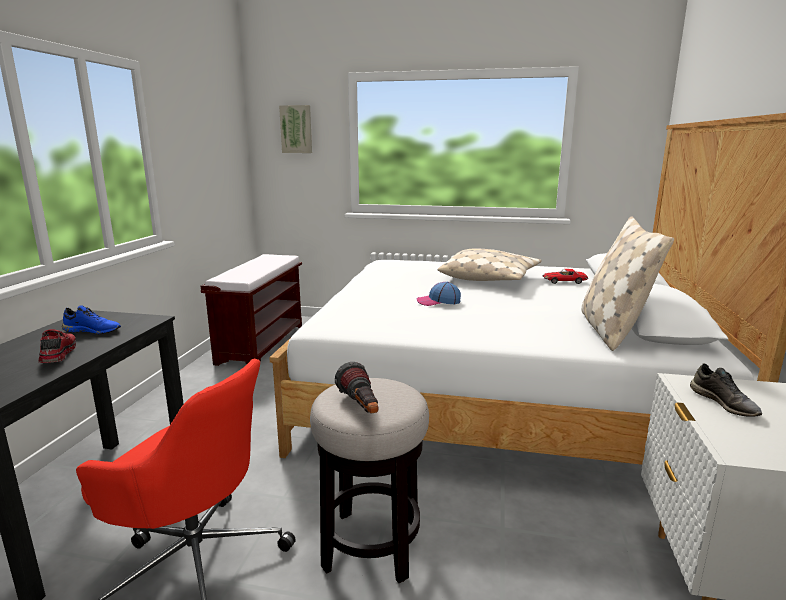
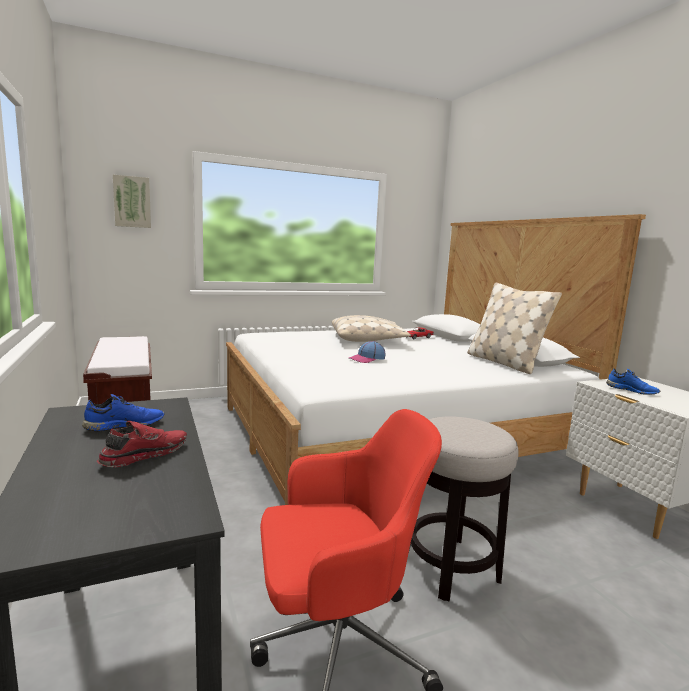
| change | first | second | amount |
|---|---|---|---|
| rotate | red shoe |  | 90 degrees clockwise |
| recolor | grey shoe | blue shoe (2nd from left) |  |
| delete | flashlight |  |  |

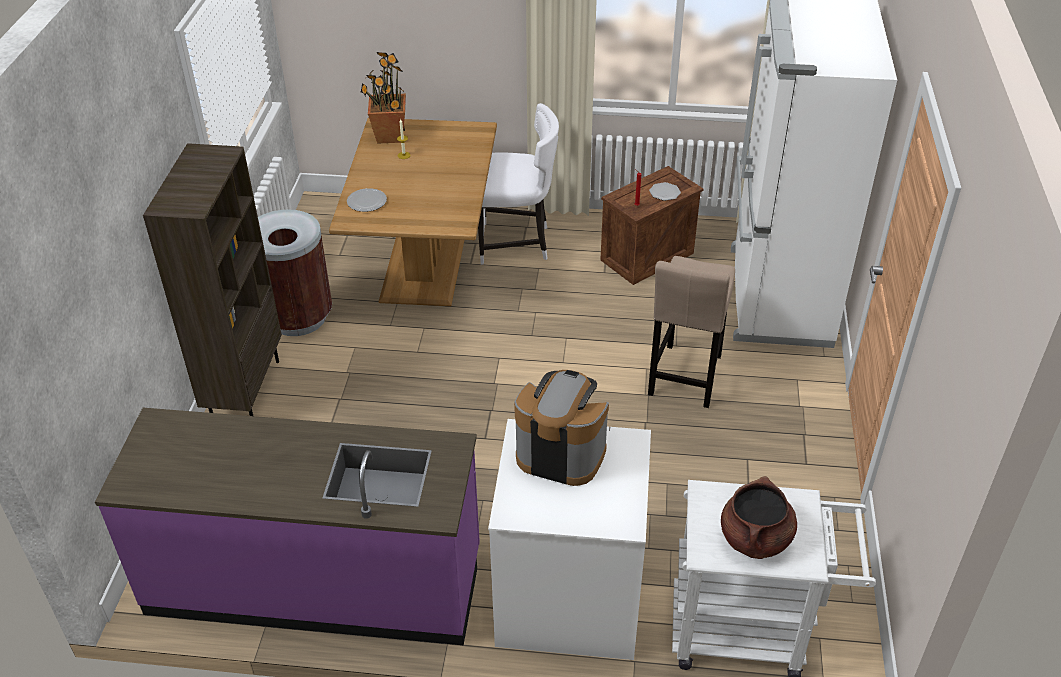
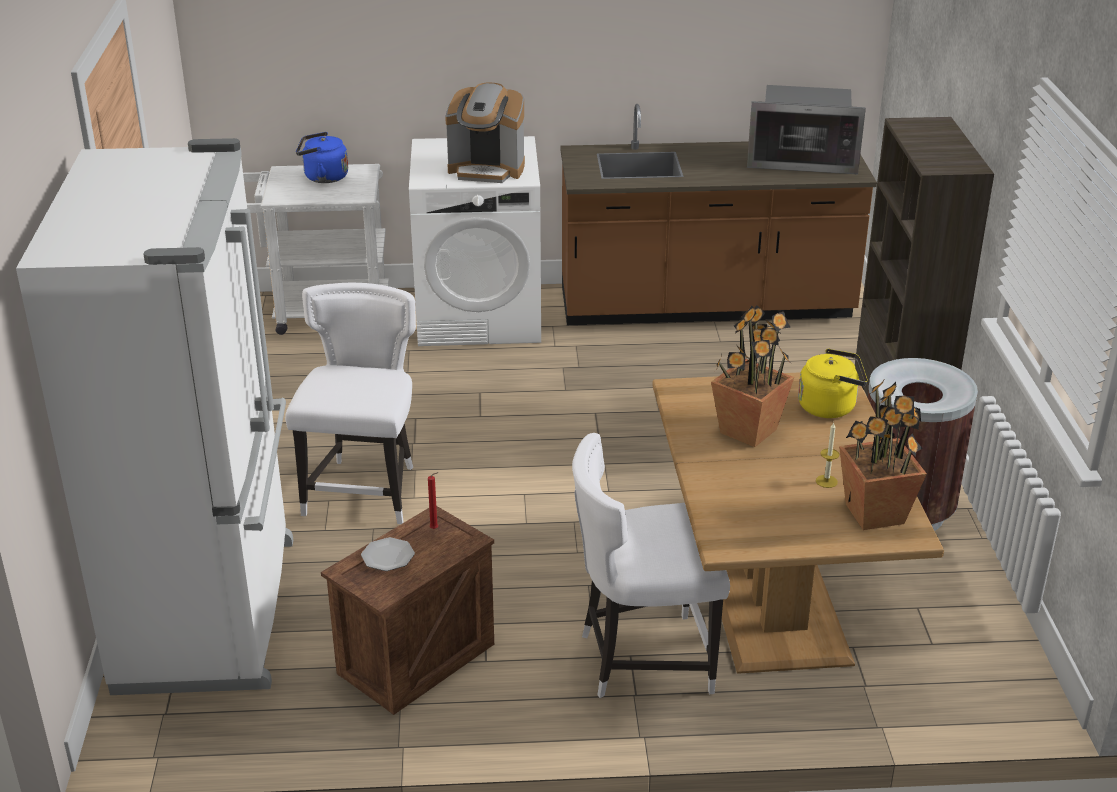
| change | first | second | amount |
|---|---|---|---|
| replace | beige stool | white chair (1st from left) |  |
| replace | brown cooking pot | blue kettle |  |
| recolor | purple counter | brown counter |  |
| insert |  | potted plant (1st from left) |  |
| insert |  | microwave |  |
| replace | plate (1st from left) | yellow kettle |  |

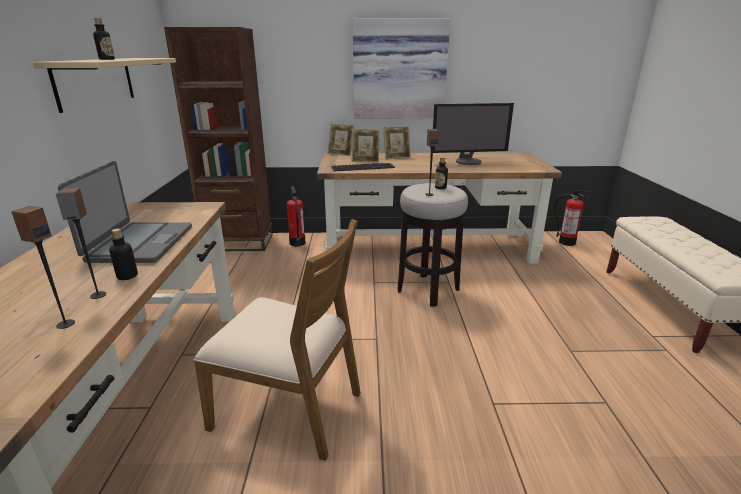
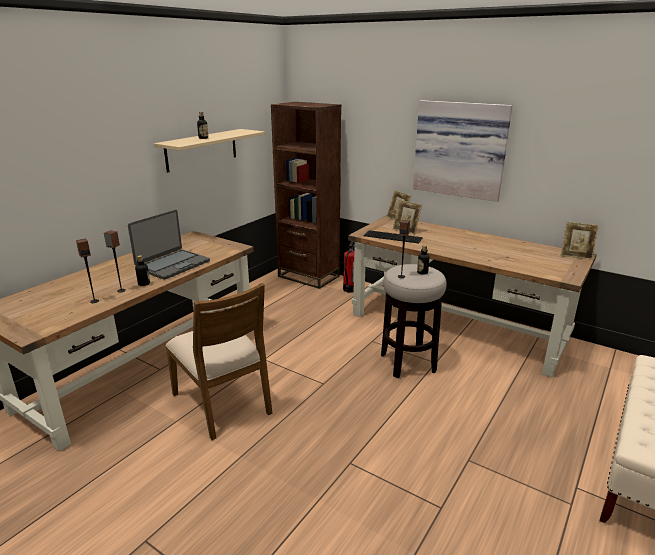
| change | first | second | amount |
|---|---|---|---|
| move | picture frame (3rd from left) |  |  |
| delete | monitor |  |  |
| delete | fire extinguisher (2nd from left) |  |  |

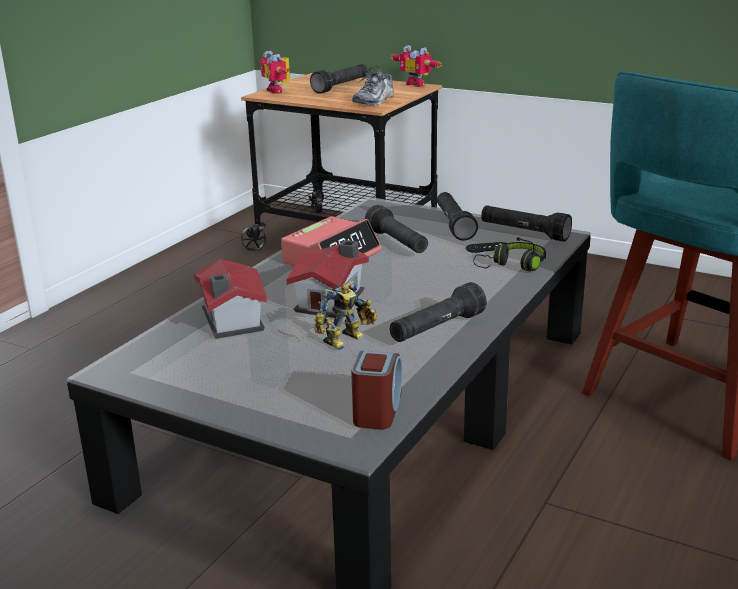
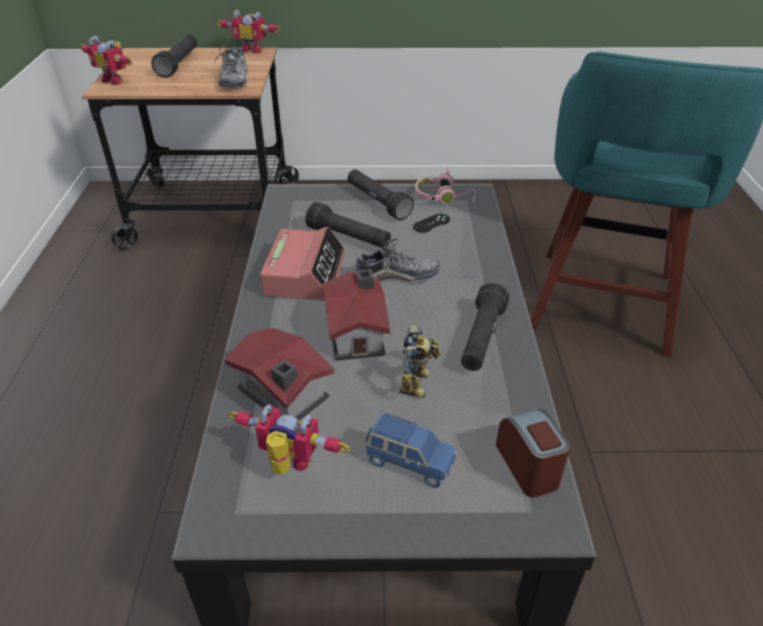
| change | first | second | amount |
|---|---|---|---|
| insert |  | toy robot (3rd from left) |  |
| insert |  | shoe (2nd from left) |  |
| insert |  | blue toy car |  |
| replace | black flashlight (5th from left) | pink headphones |  |
| delete | black headphones |  |  |

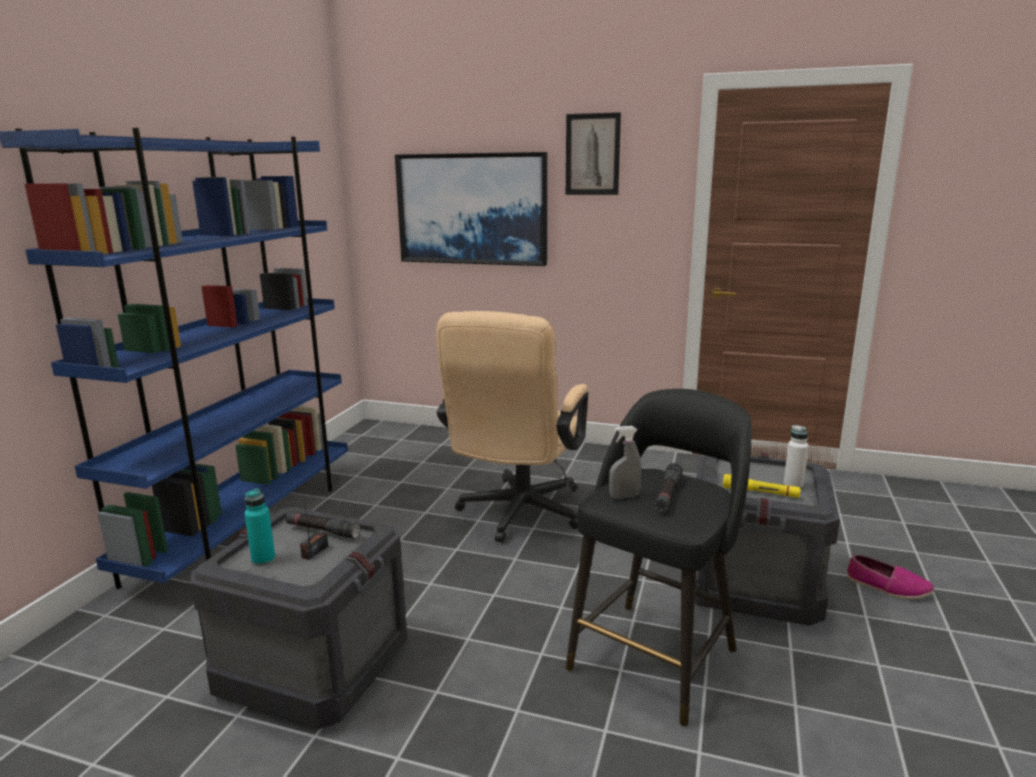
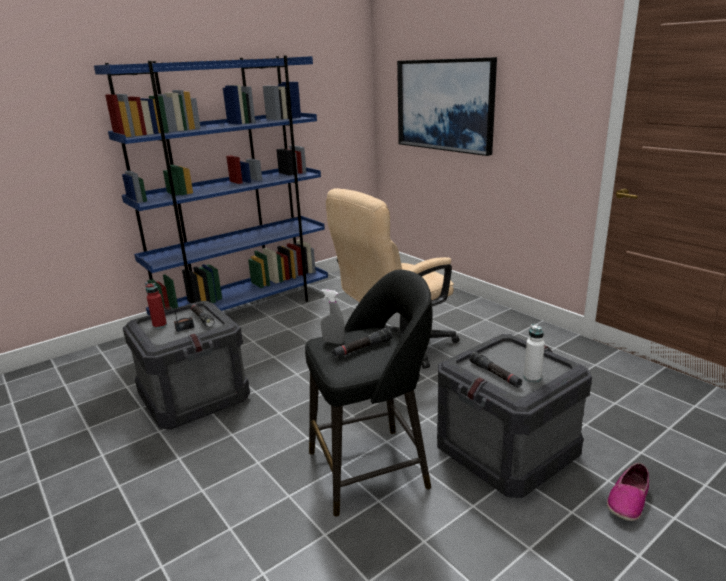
| change | first | second | amount |
|---|---|---|---|
| recolor | turquoise bottle | red bottle |  |
| recolor | yellow flashlight | black flashlight (3rd from left) |  |
| rotate | shoe |  | 60 degrees clockwise |
| delete | picture (2nd from left) |  |  |

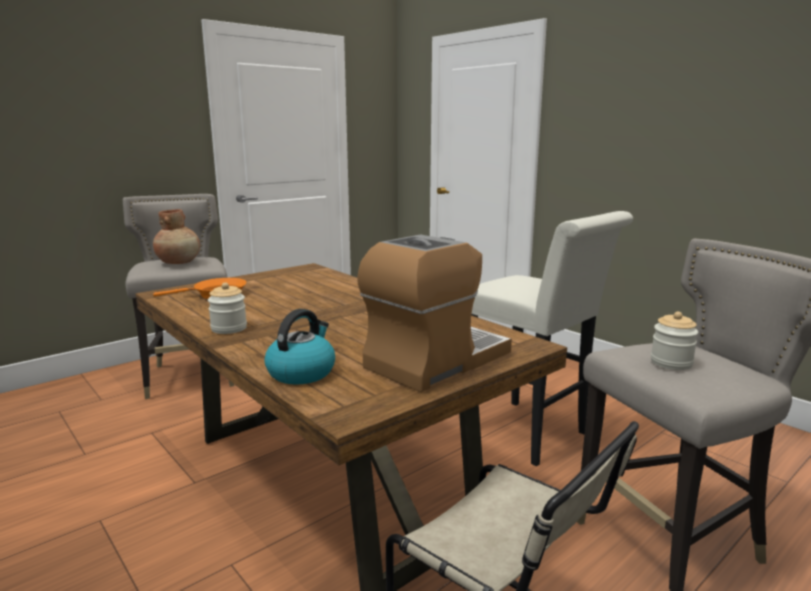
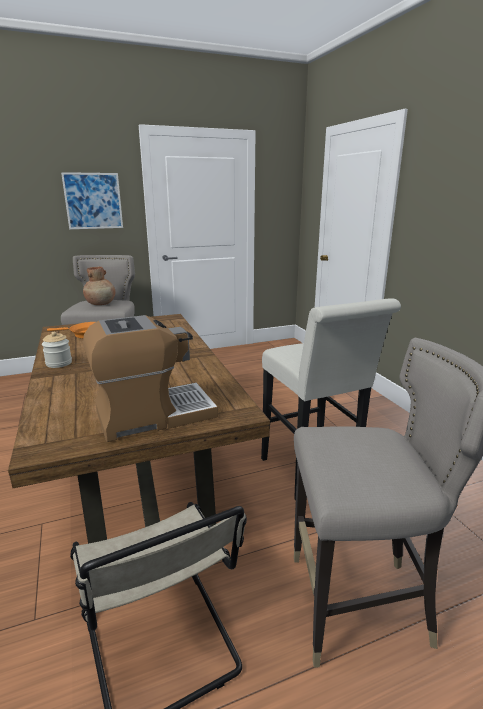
| change | first | second | amount |
|---|---|---|---|
| insert |  | picture |  |
| delete | kettle |  |  |
| delete | jar (2nd from left) |  |  |

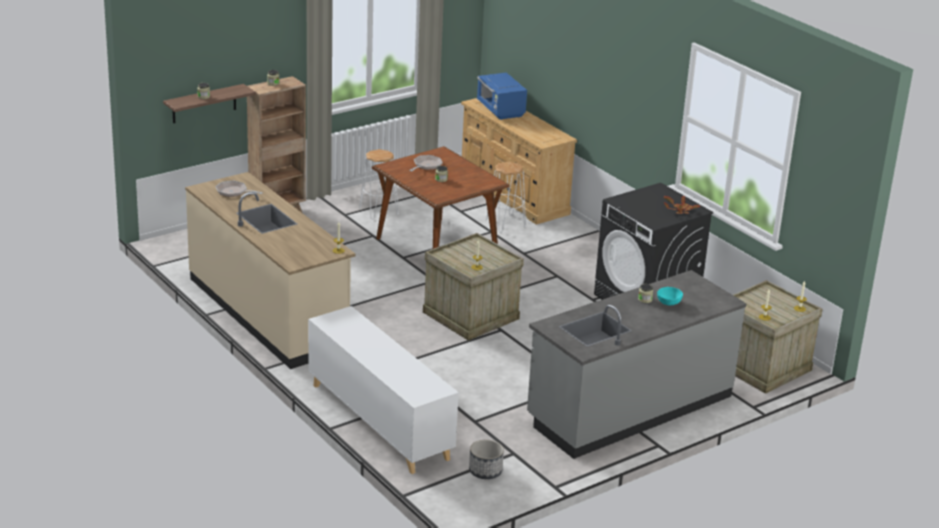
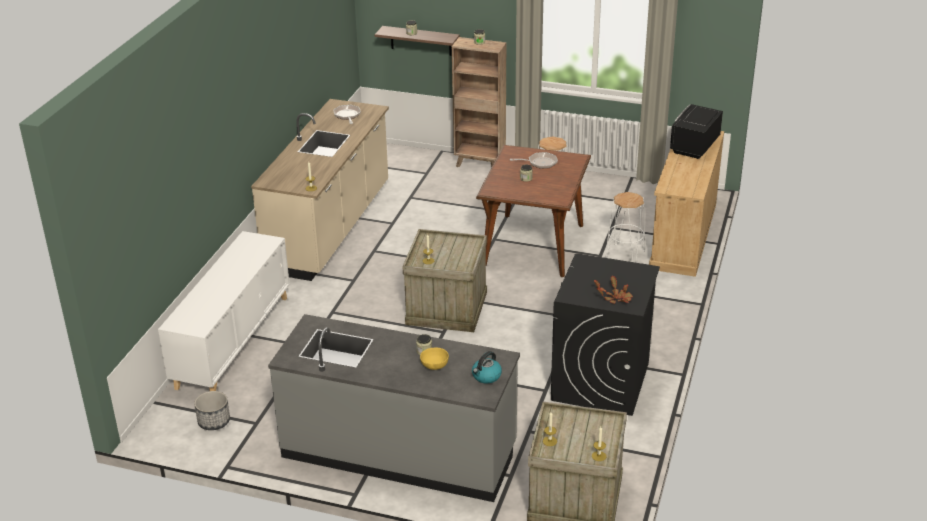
| change | first | second | amount |
|---|---|---|---|
| recolor | turquoise bowl | yellow bowl |  |
| insert |  | kettle |  |
| recolor | blue microwave | black microwave |  |

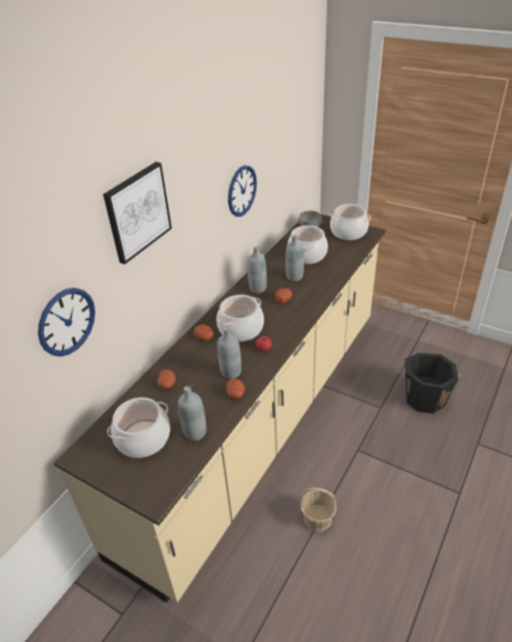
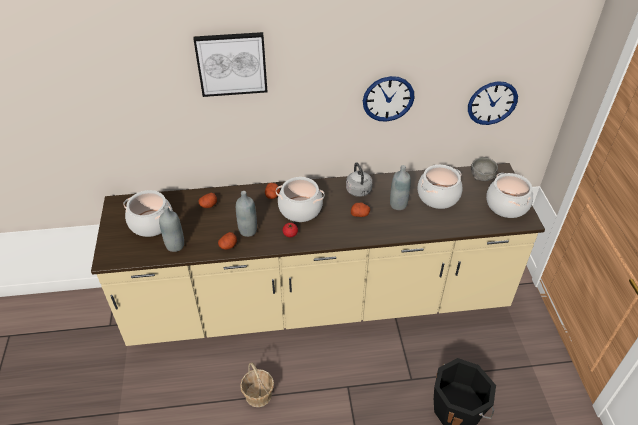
| change | first | second | amount |
|---|---|---|---|
| replace | grey bottle (3rd from left) | grey kettle |  |
| move | wall clock (1st from left in the first image) | wall clock (2nd from left) |  |

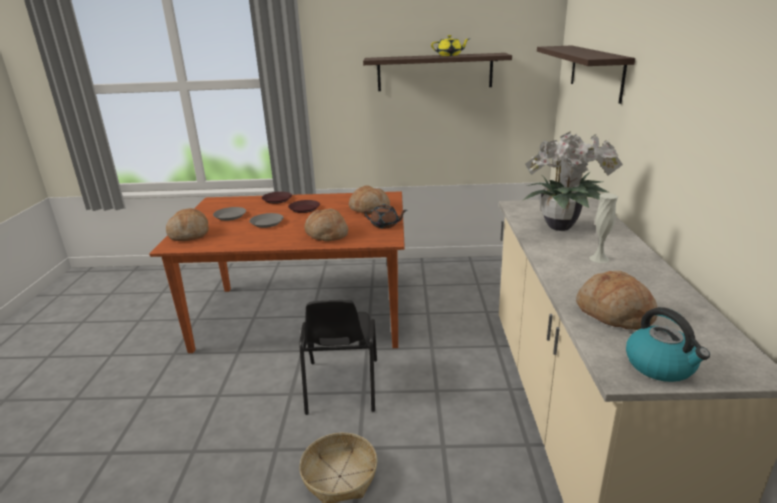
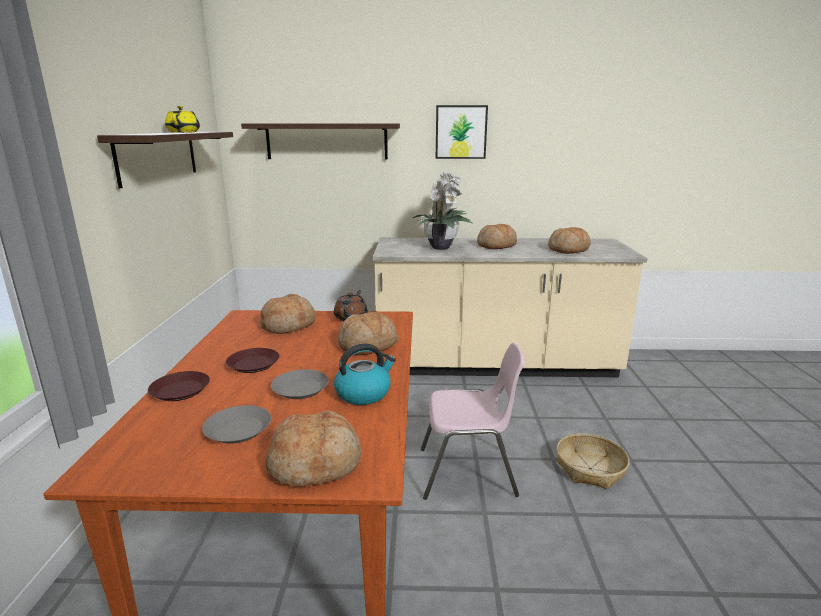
| change | first | second | amount |
|---|---|---|---|
| move | kettle |  |  |
| recolor | black chair | pink chair |  |
| insert |  | picture |  |
| replace | white vase | bread (4th from left) |  |

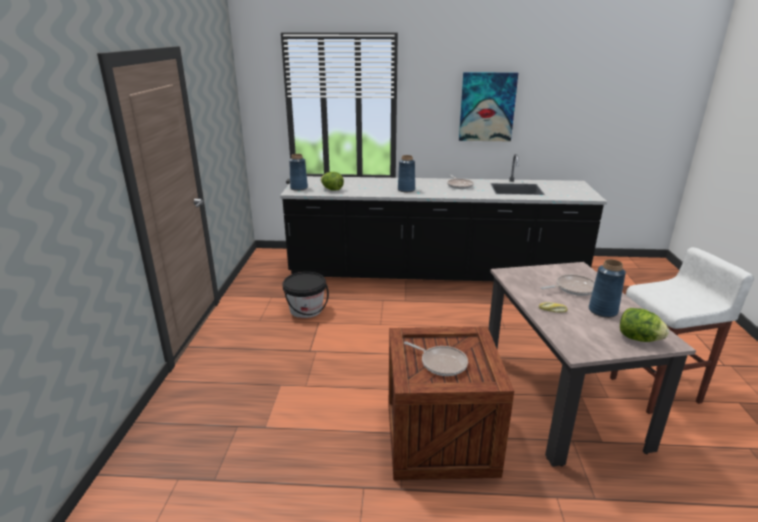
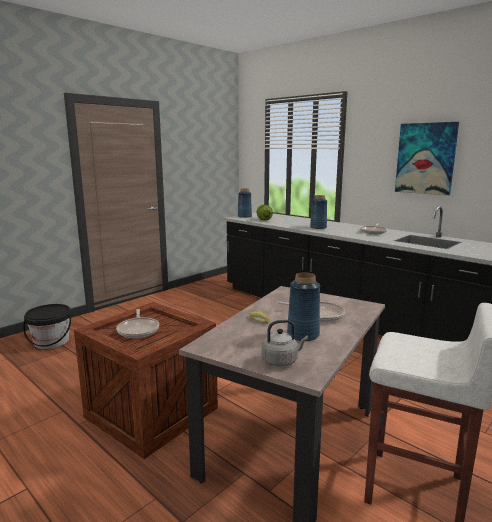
| change | first | second | amount |
|---|---|---|---|
| move | black bucket |  |  |
| replace | lettuce (2nd from left) | grey kettle |  |

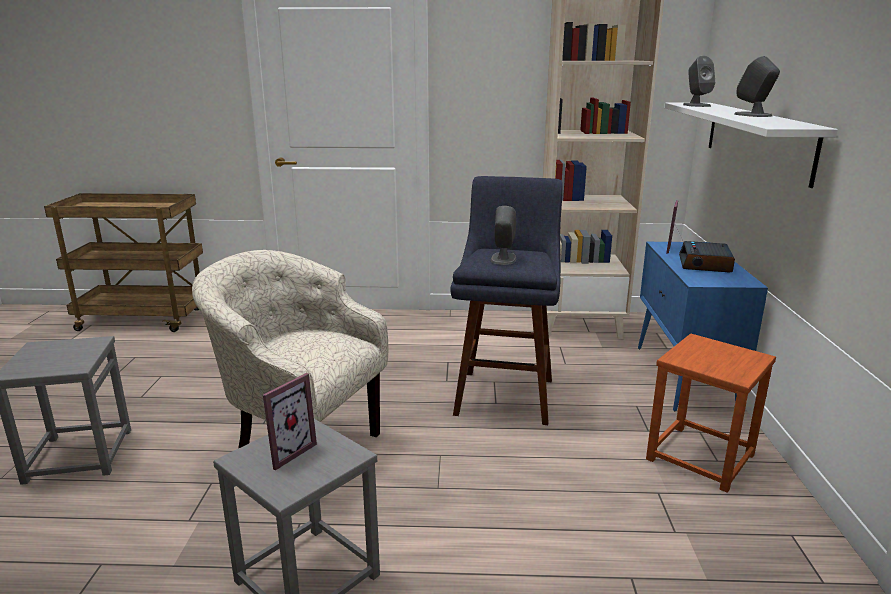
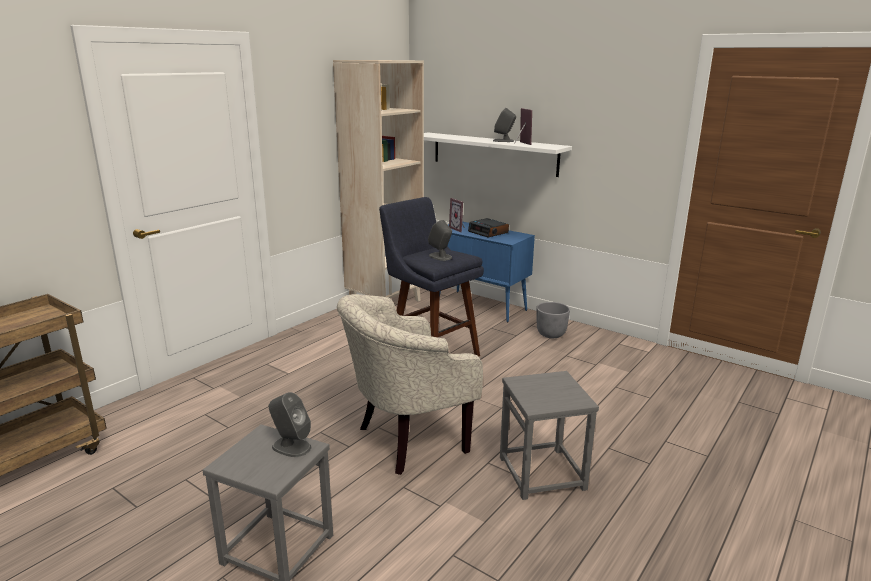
| change | first | second | amount |
|---|---|---|---|
| move | grey speaker (2nd from left in the first image) | grey speaker (1st from left) |  |
| move | picture frame (1st from left in the first image) | picture frame (2nd from left) |  |
| replace | brown stool | grey planter |  |

